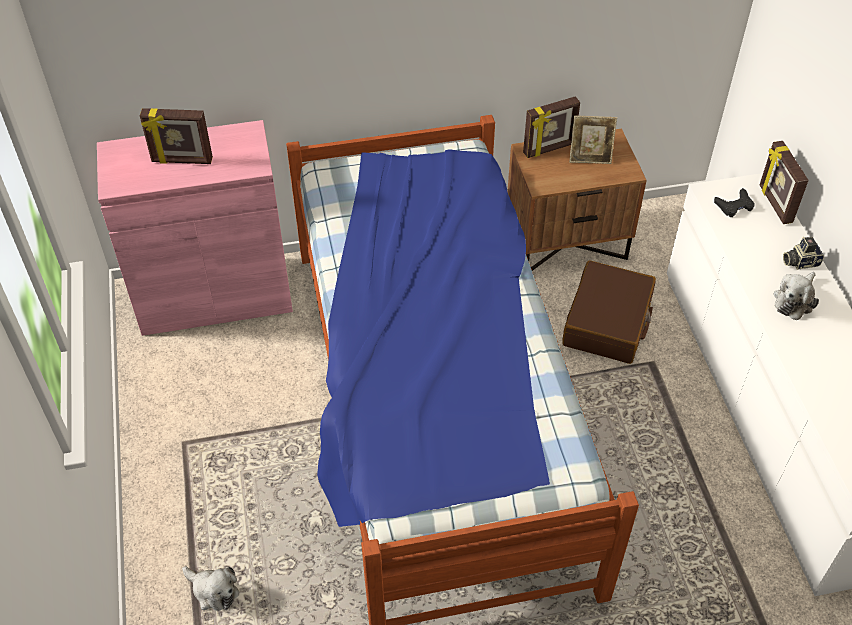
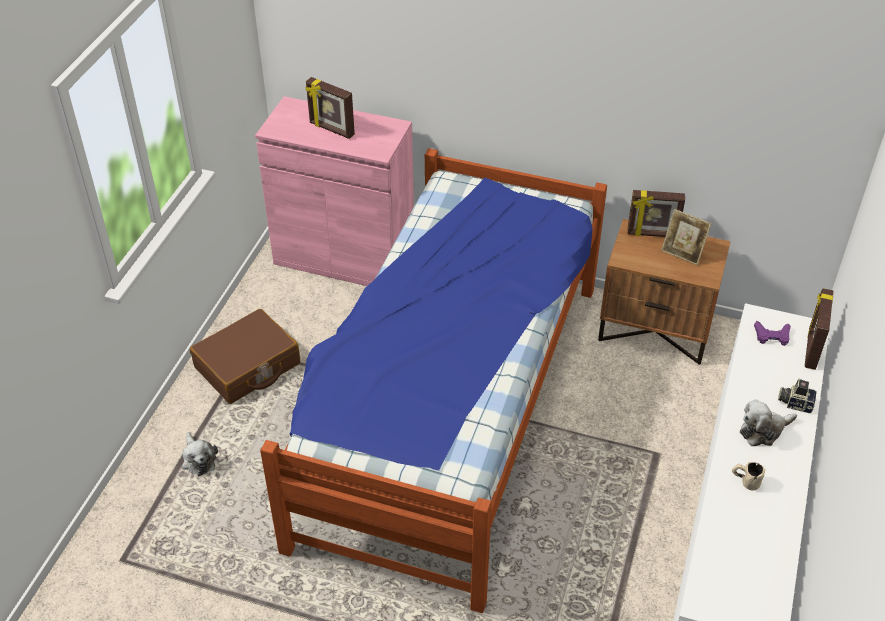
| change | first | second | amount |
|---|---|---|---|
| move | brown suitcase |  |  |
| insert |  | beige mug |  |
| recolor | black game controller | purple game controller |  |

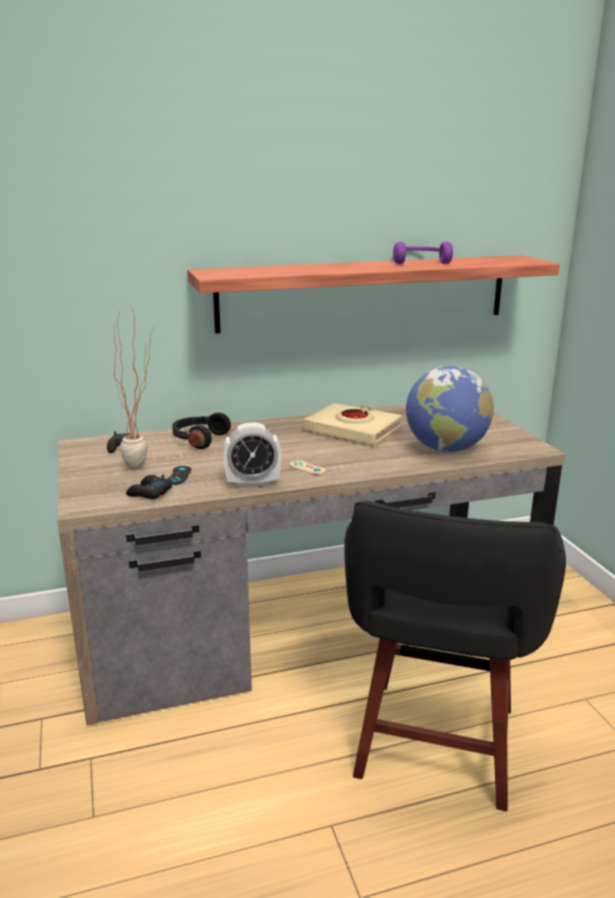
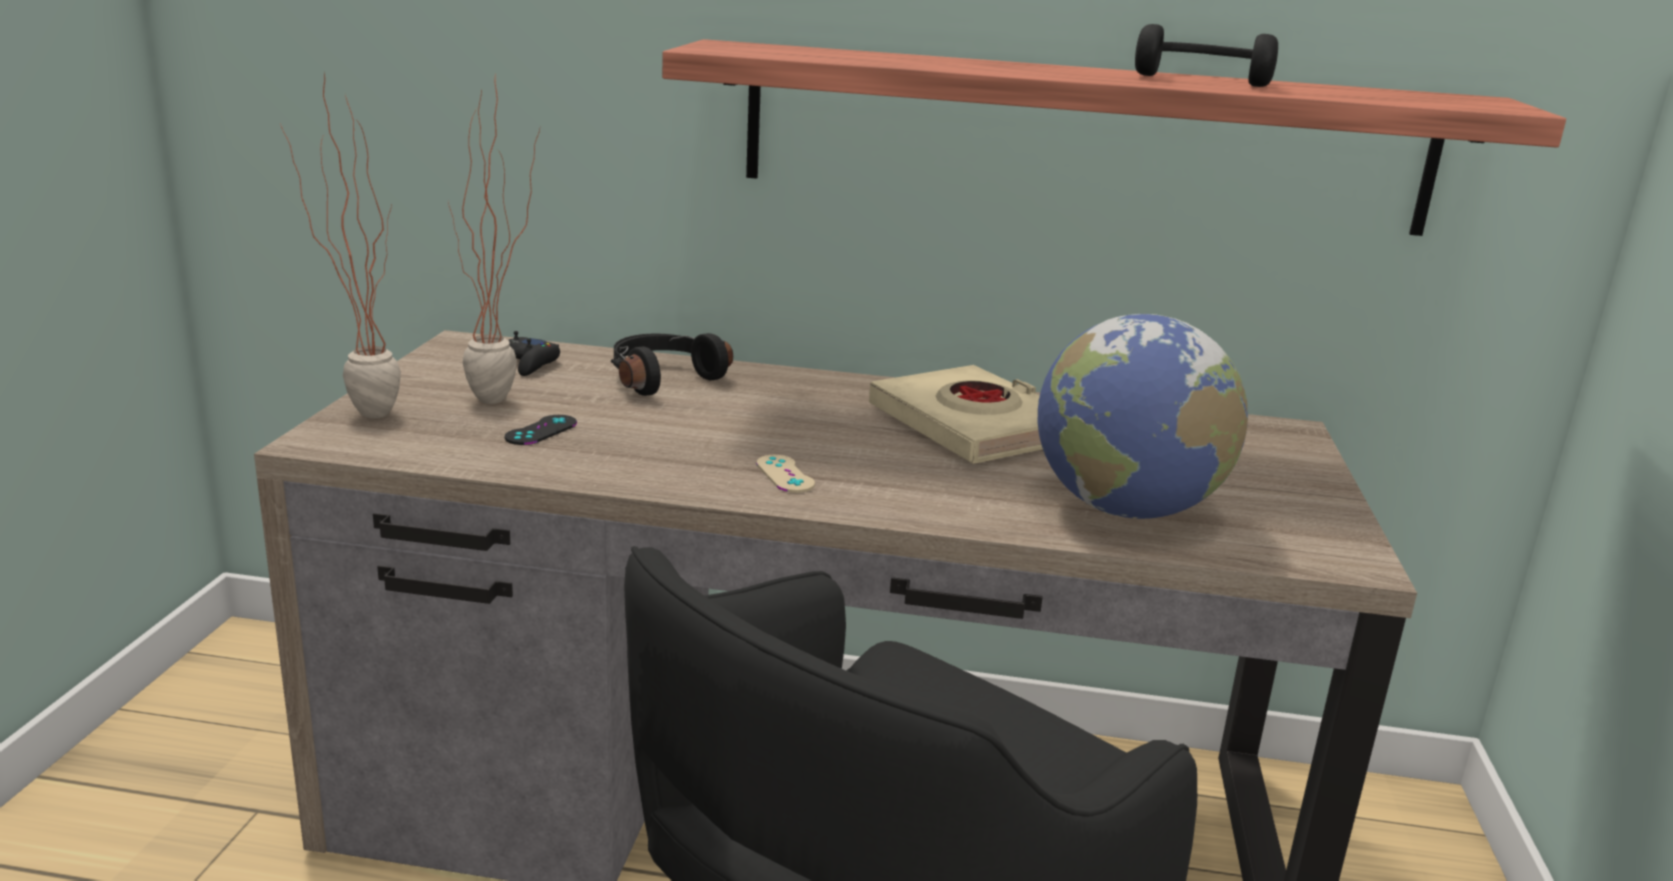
| change | first | second | amount |
|---|---|---|---|
| insert |  | potted plant (1st from left) |  |
| recolor | purple headphones | black headphones (2nd from left) |  |
| delete | black game controller (2nd from left) |  |  |
| delete | alarm clock |  |  |

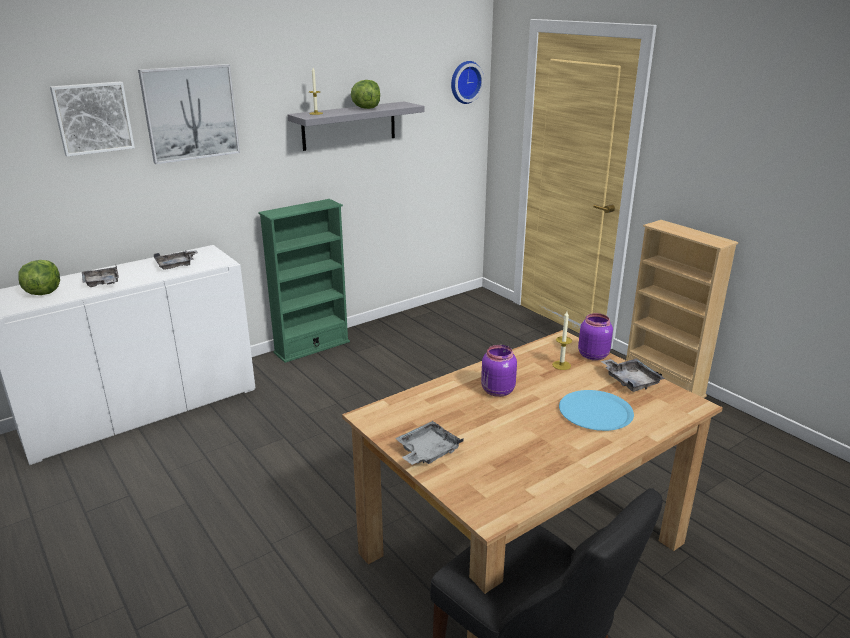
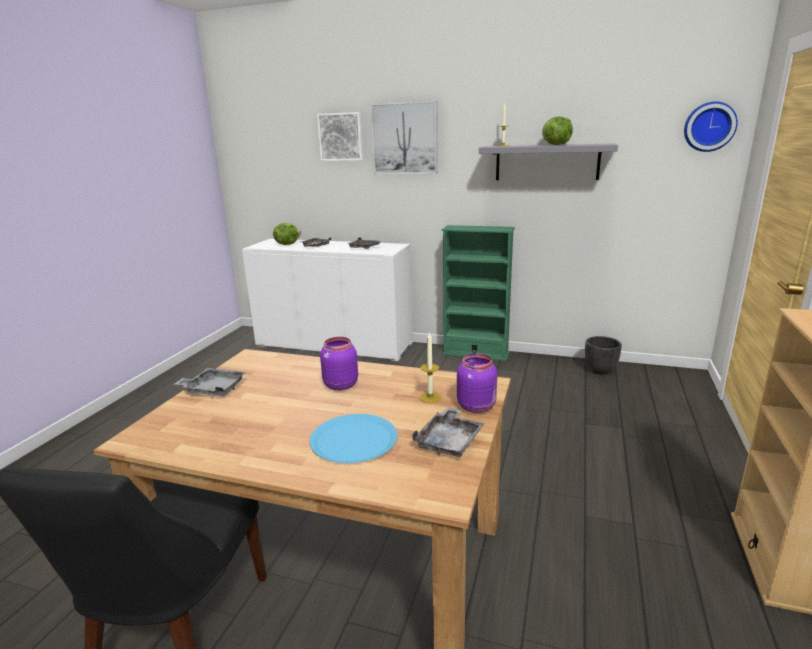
| change | first | second | amount |
|---|---|---|---|
| insert |  | black planter |  |

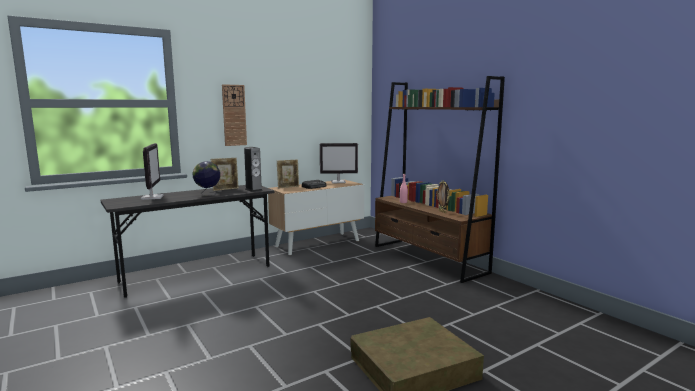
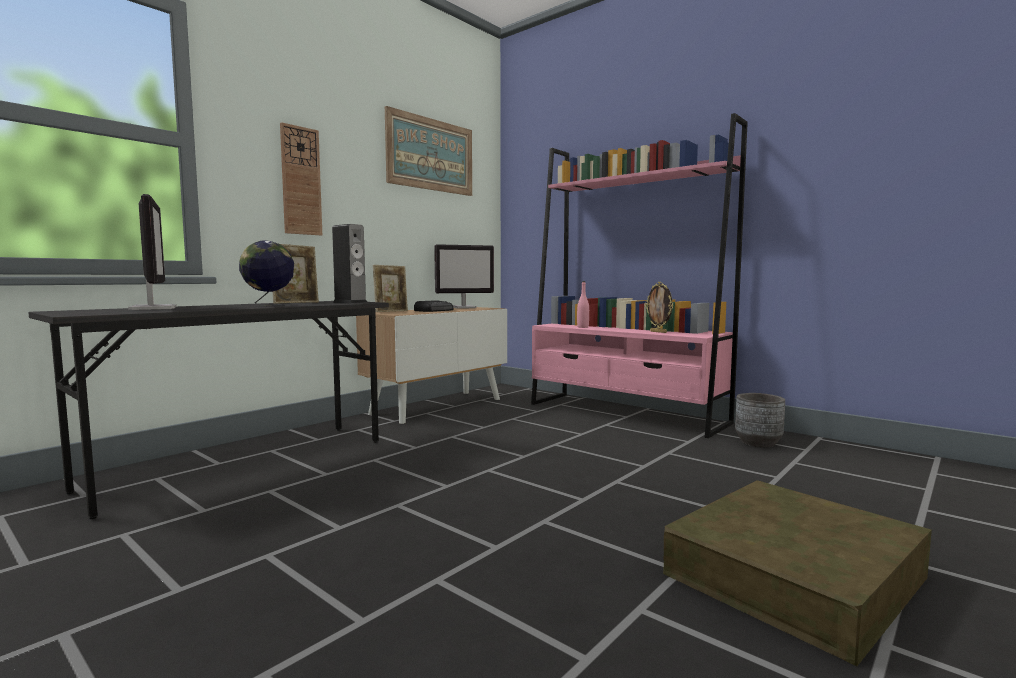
| change | first | second | amount |
|---|---|---|---|
| insert |  | picture |  |
| recolor | brown bookcase | pink bookcase |  |
| insert |  | grey planter |  |

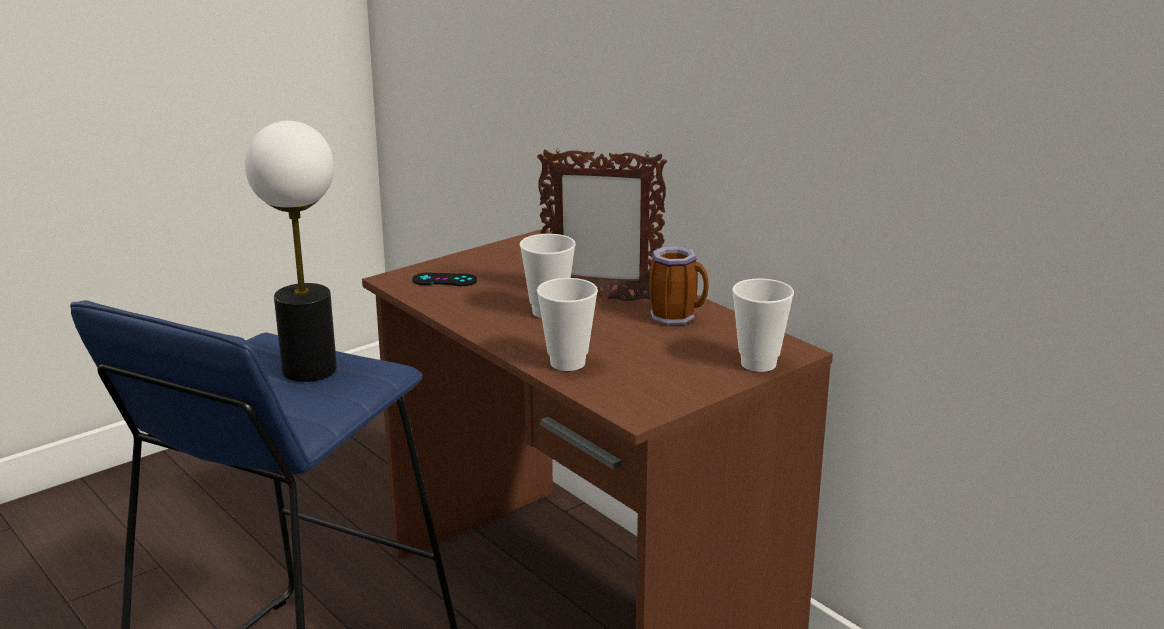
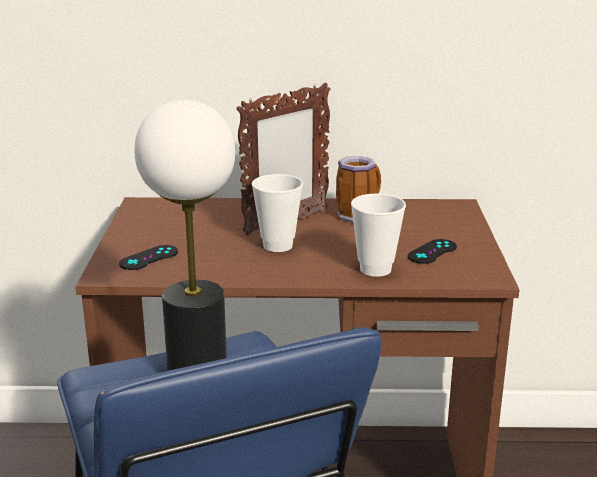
| change | first | second | amount |
|---|---|---|---|
| insert |  | black game controller (2nd from left) |  |
| delete | cup (3rd from left) |  |  |

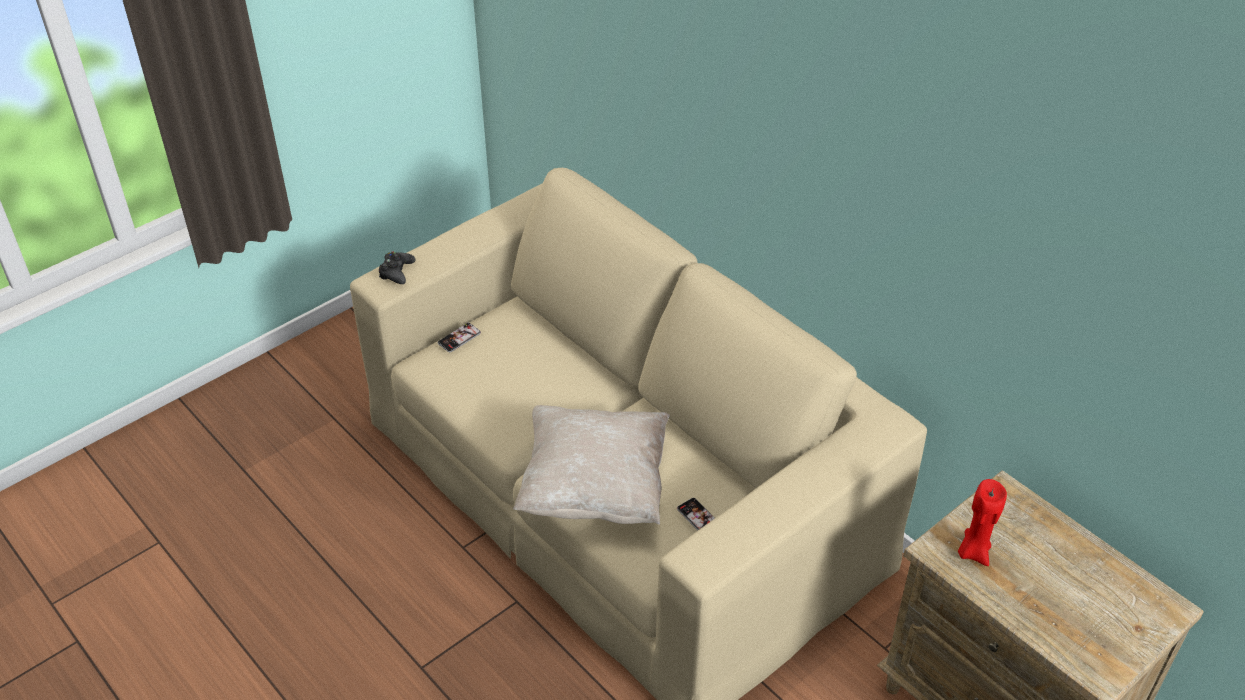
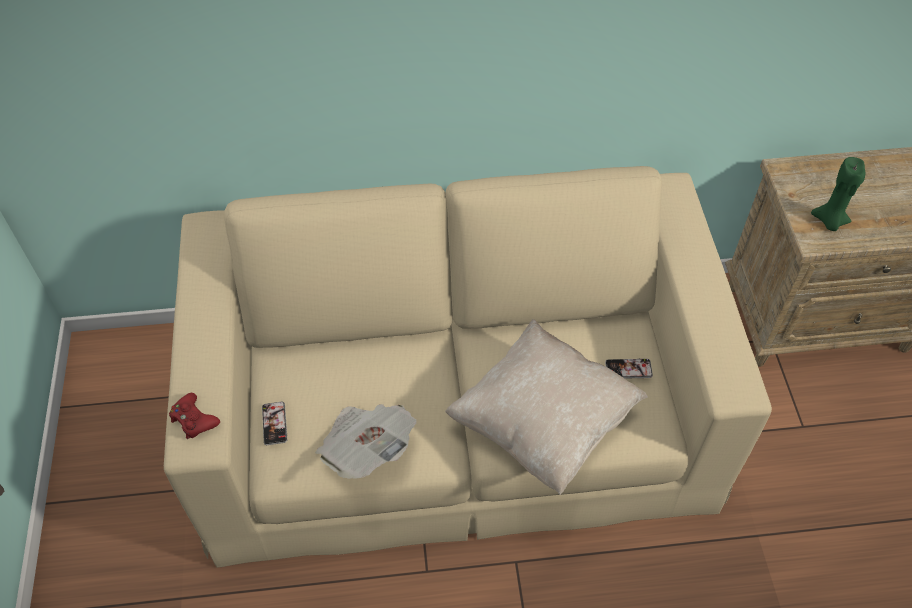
| change | first | second | amount |
|---|---|---|---|
| recolor | black game controller | red game controller |  |
| insert |  | newspaper |  |
| recolor | red candle | green candle |  |

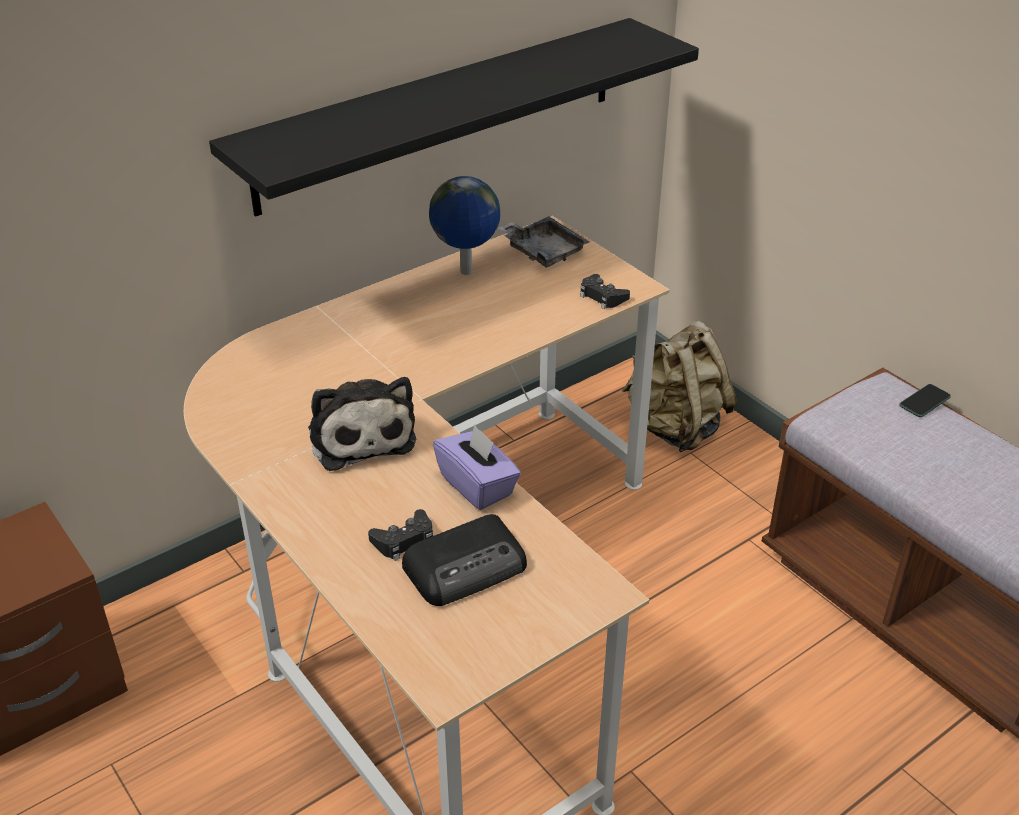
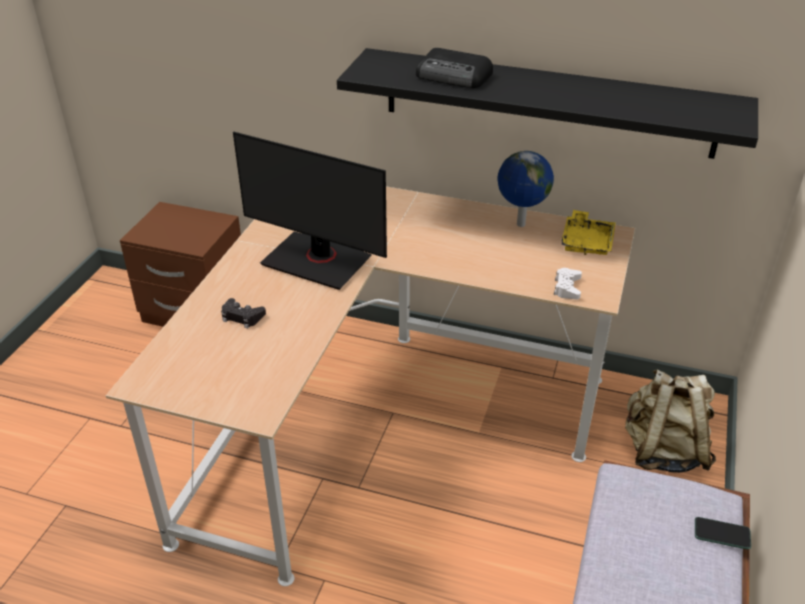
| change | first | second | amount |
|---|---|---|---|
| replace | plush toy | monitor |  |
| move | radio |  |  |
| recolor | black game controller (2nd from left) | white game controller |  |
| recolor | grey tray | yellow tray |  |
| delete | purple tissue box |  |  |

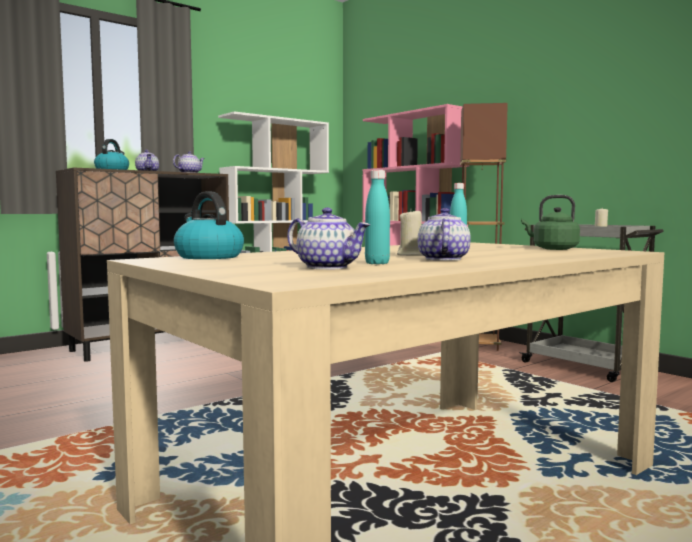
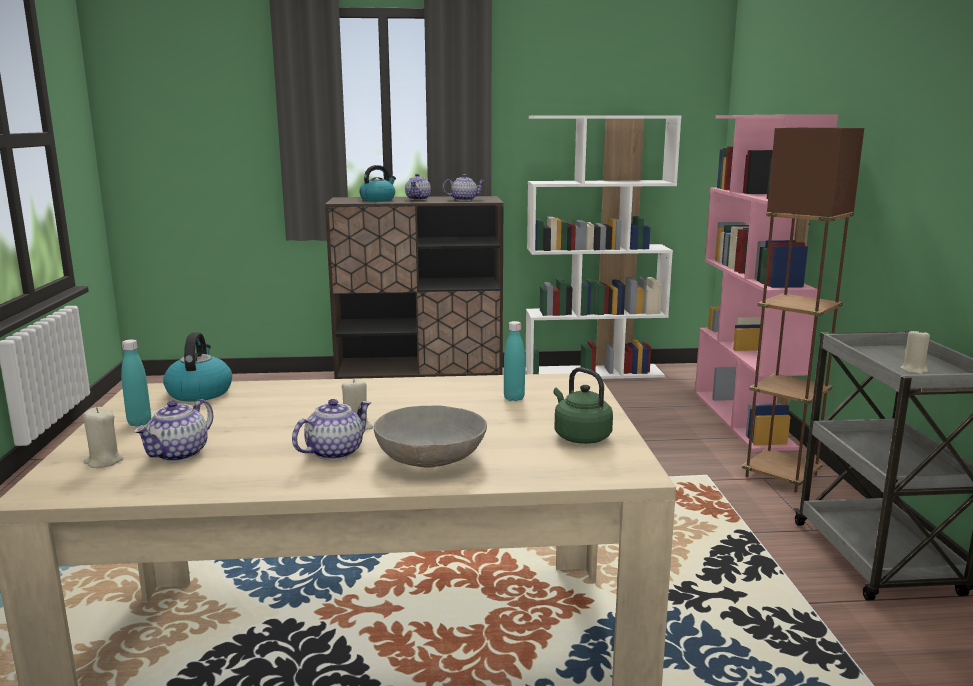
| change | first | second | amount |
|---|---|---|---|
| insert |  | beige candle (1st from left) |  |
| move | turquoise bottle (1st from left) |  |  |
| rotate | teapot (3rd from left in the first image) | teapot (1st from left) | 45 degrees clockwise |
| insert |  | grey bowl |  |

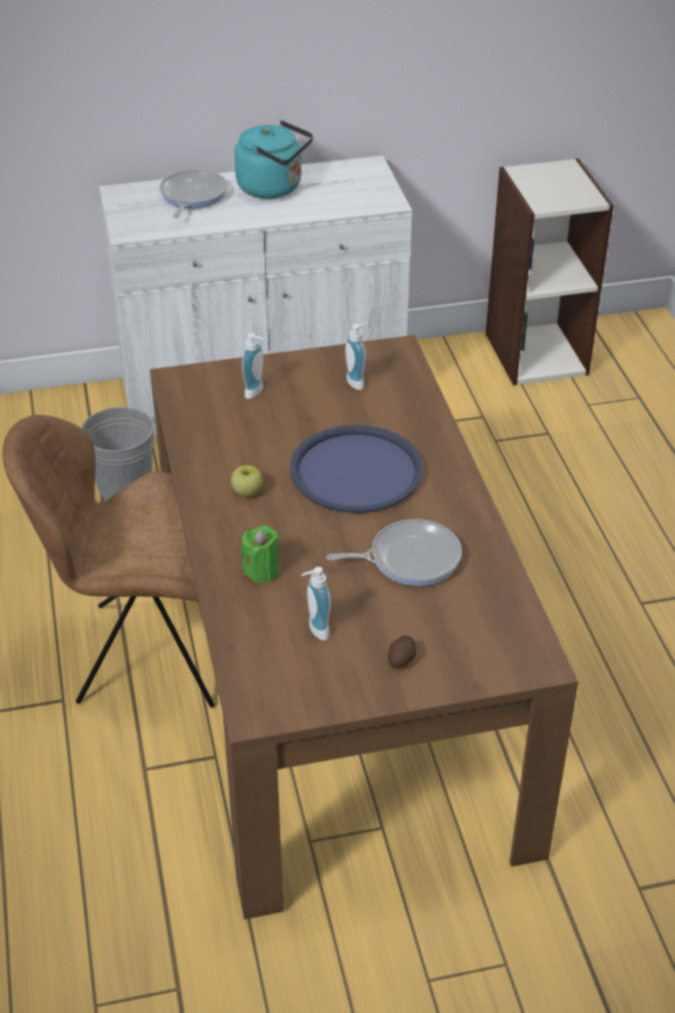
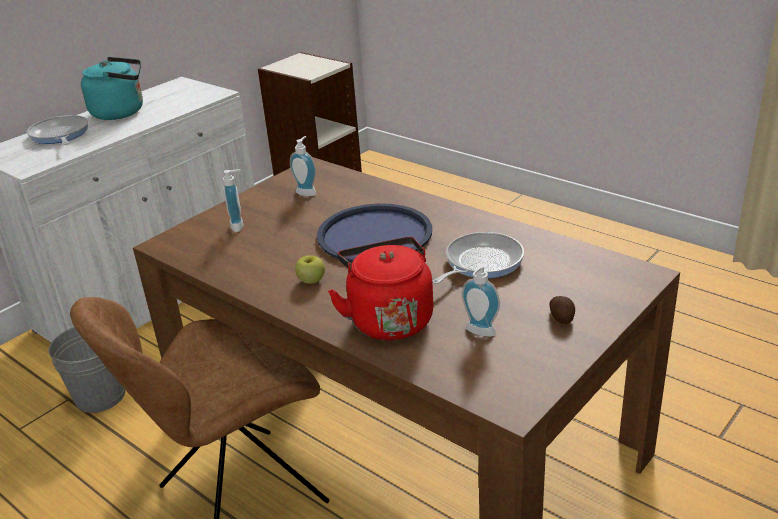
| change | first | second | amount |
|---|---|---|---|
| replace | green candle | red kettle |  |

